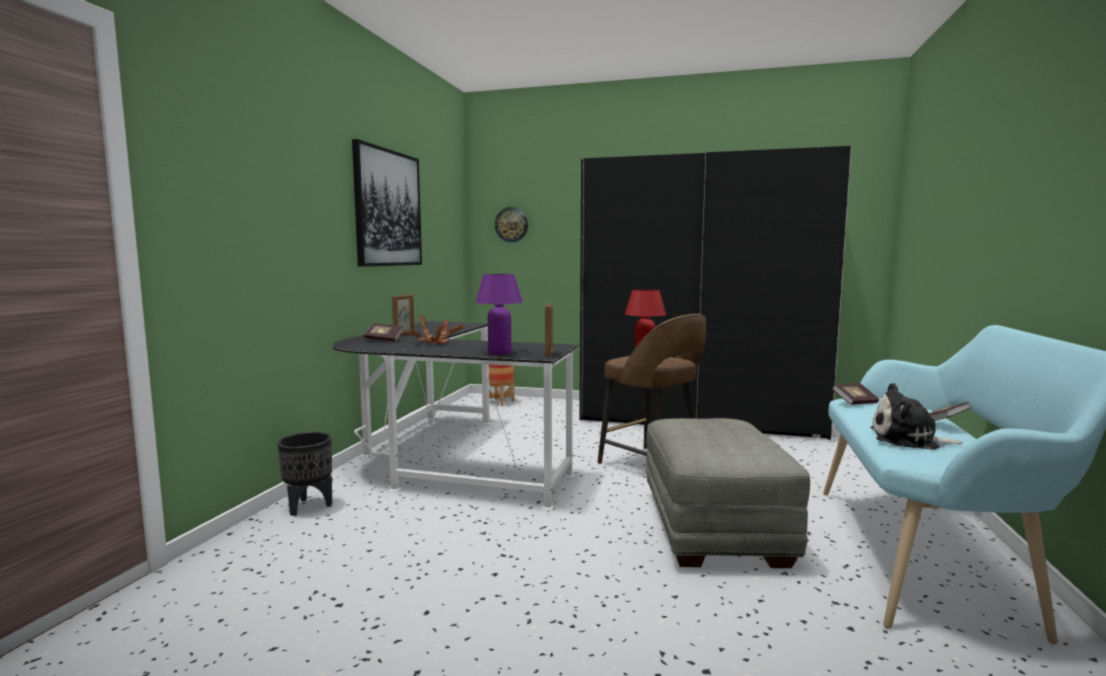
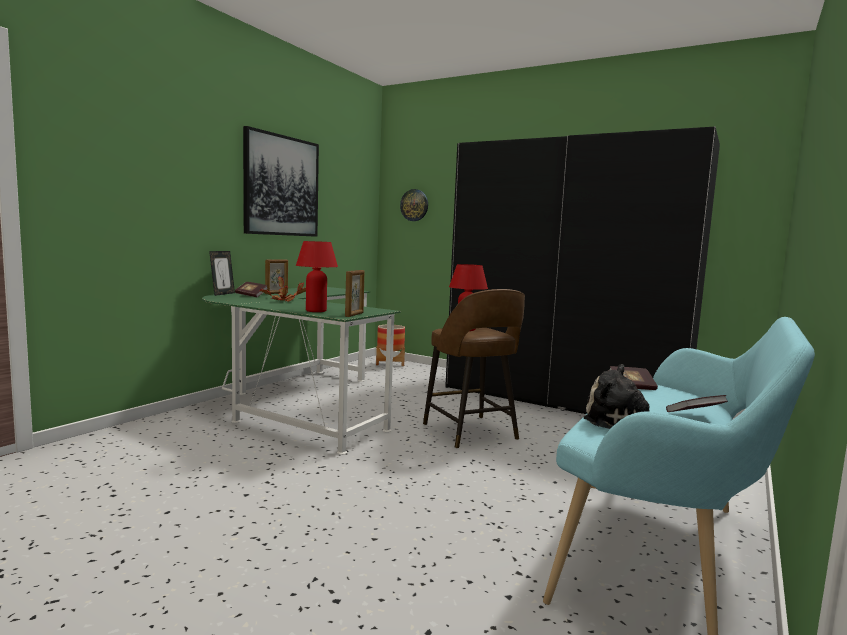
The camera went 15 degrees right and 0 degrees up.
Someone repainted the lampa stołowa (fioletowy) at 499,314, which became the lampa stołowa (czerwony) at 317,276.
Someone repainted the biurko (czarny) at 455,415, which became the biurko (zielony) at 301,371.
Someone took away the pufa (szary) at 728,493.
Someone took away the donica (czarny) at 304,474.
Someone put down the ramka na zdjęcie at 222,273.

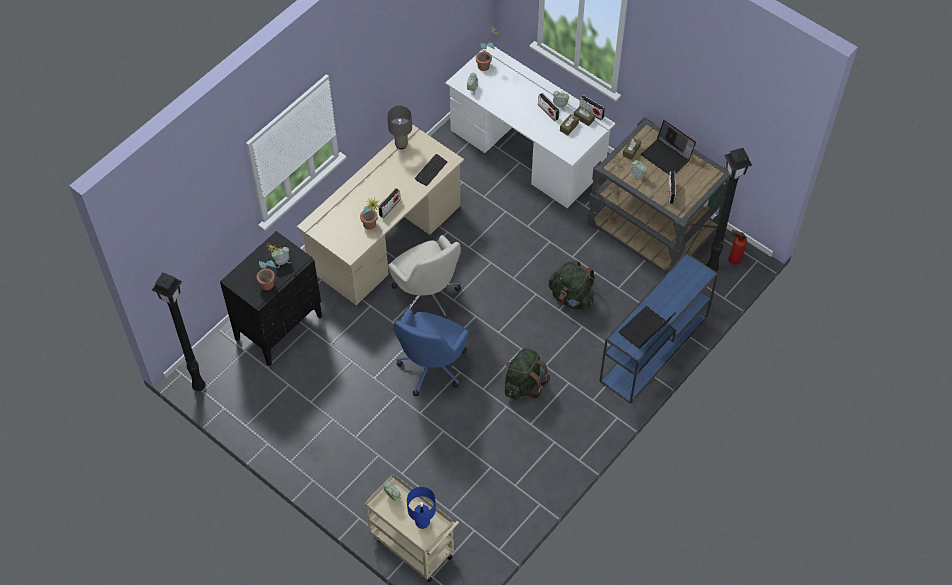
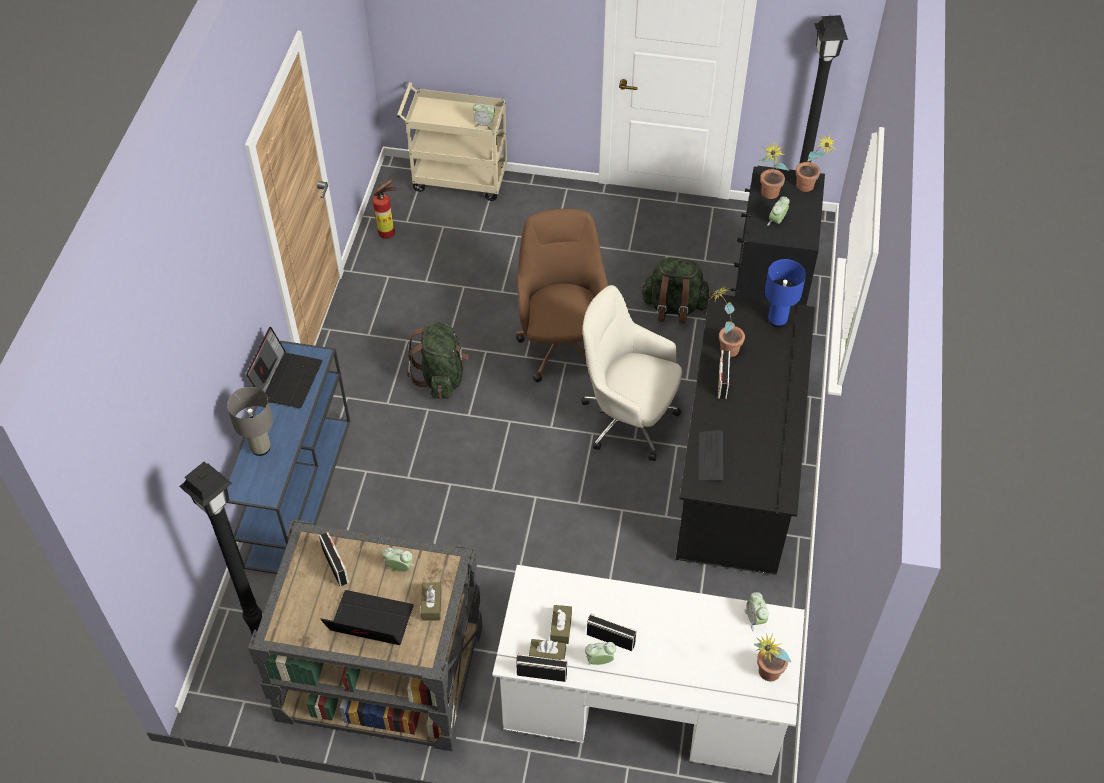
The camera went 150 degrees right and 5 degrees down.
Someone carried the lampa stołowa (szary) from 399,127 to 250,421.
Someone repainted the biurko (beżowy) at 380,214, which became the biurko (czarny) at 745,434.
Someone carried the gaśnica from 737,247 to 384,209.
Someone carried the plecak (zielony) from 572,285 to 675,291.
Someone repainted the krzesło biurowe (niebieski) at 431,352, which became the krzesło biurowe (brązowy) at 562,295.
Someone carried the lampa stołowa (niebieski) from 421,508 to 785,293.
Someone put down the roślina doniczkowa at 816,163.

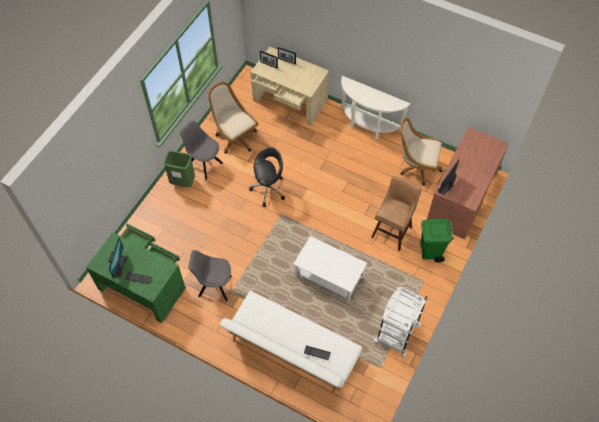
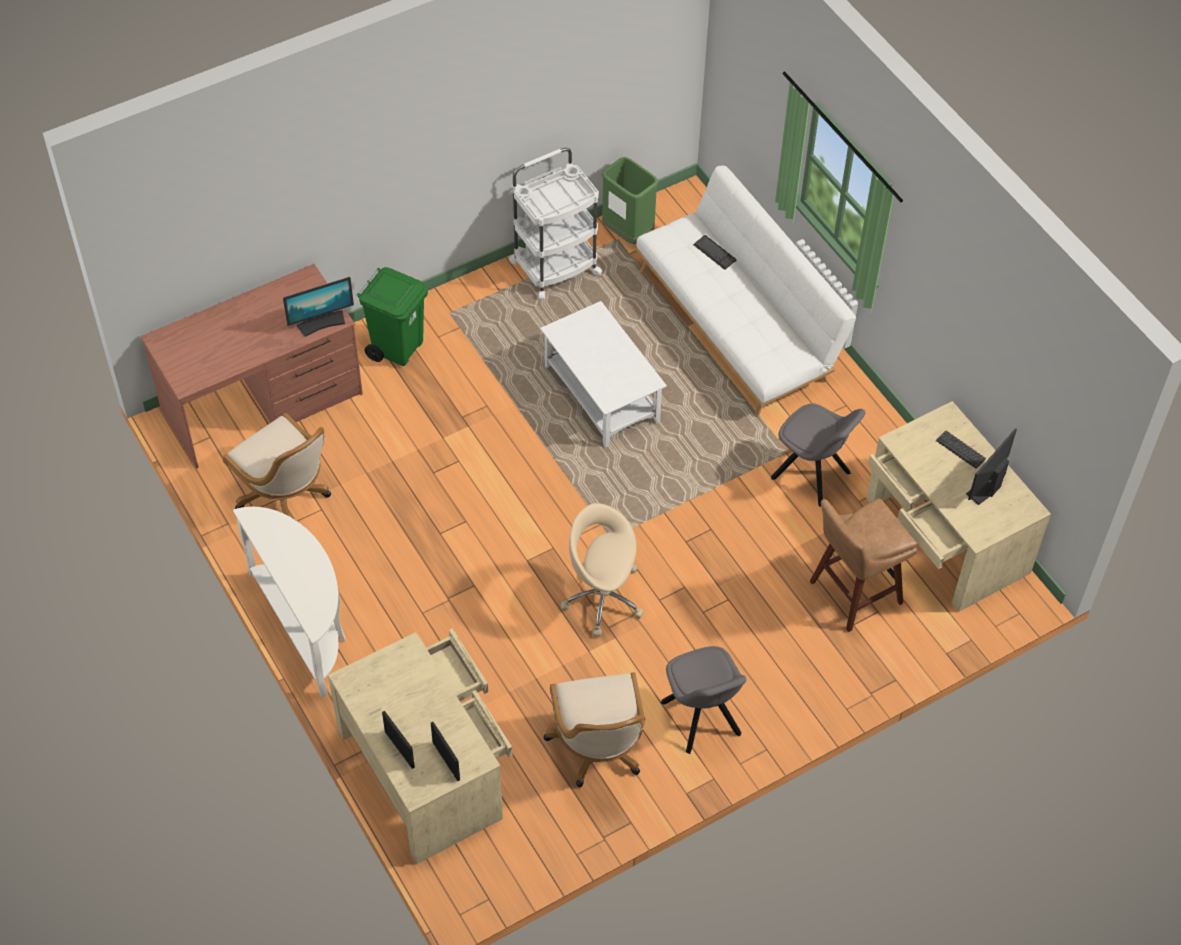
The camera went 150 degrees left and 5 degrees down.
Someone repainted the krzesło biurowe (czarny) at 267,177, which became the krzesło biurowe (beżowy) at 602,570.
Someone carried the kosz na śmieci (zielony) from 179,169 to 630,200.
Someone carried the stołek (brązowy) from 396,213 to 863,565.
Someone repainted the biurko (zielony) at 135,273, which became the biurko (beżowy) at 958,506.

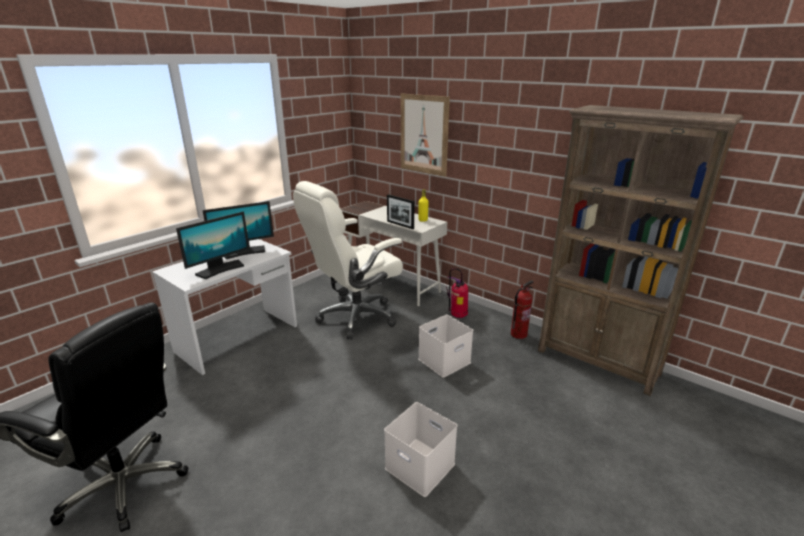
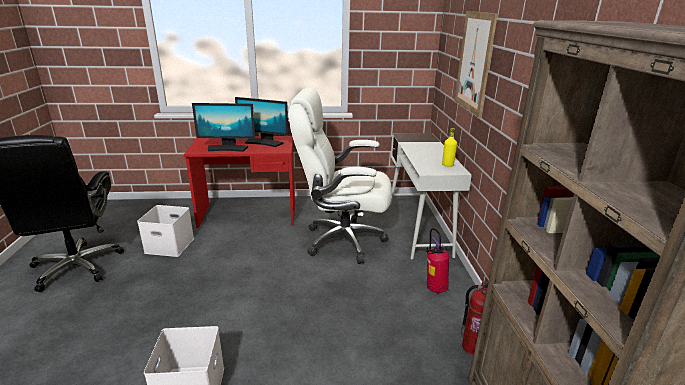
The camera went 45 degrees right and 0 degrees up.
Someone took away the ramka na zdjęcie at 400,211.
Someone repainted the biurko (biały) at 224,307, which became the biurko (czerwony) at 239,182.
Someone carried the pojemnik do przechowywania (biały) from 445,346 to 165,231.

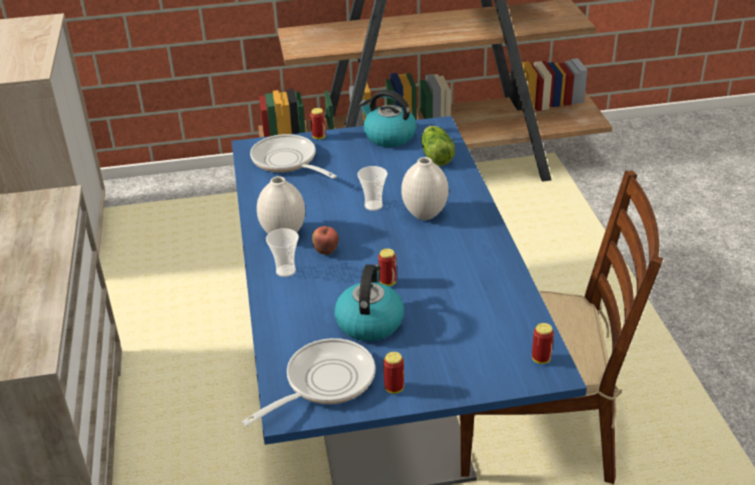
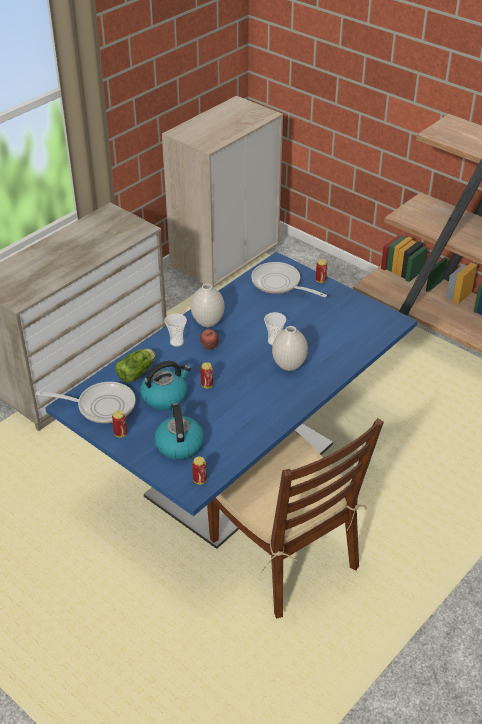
The camera went 50 degrees right and 5 degrees up.
Someone carried the czajnik from 388,118 to 179,431.
Someone carried the sałata from 438,146 to 135,365.
Someone rotated the patelnia at 293,156 by 60 degrees counterclockwise.

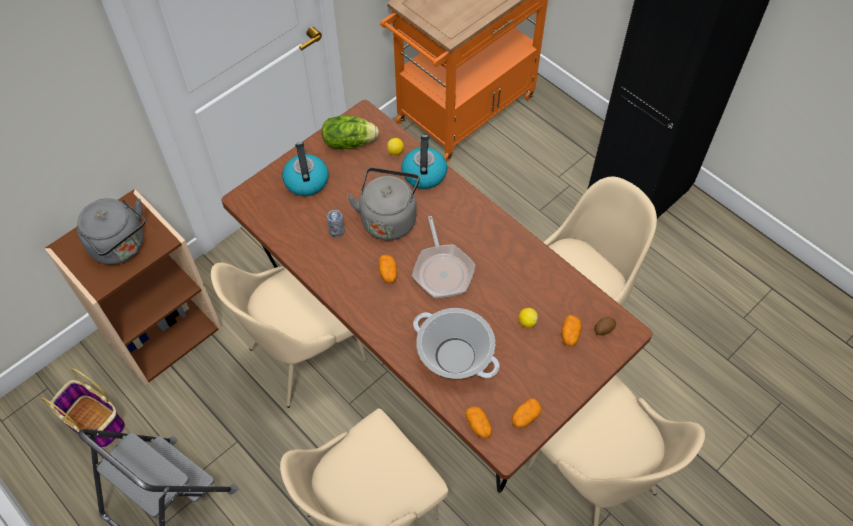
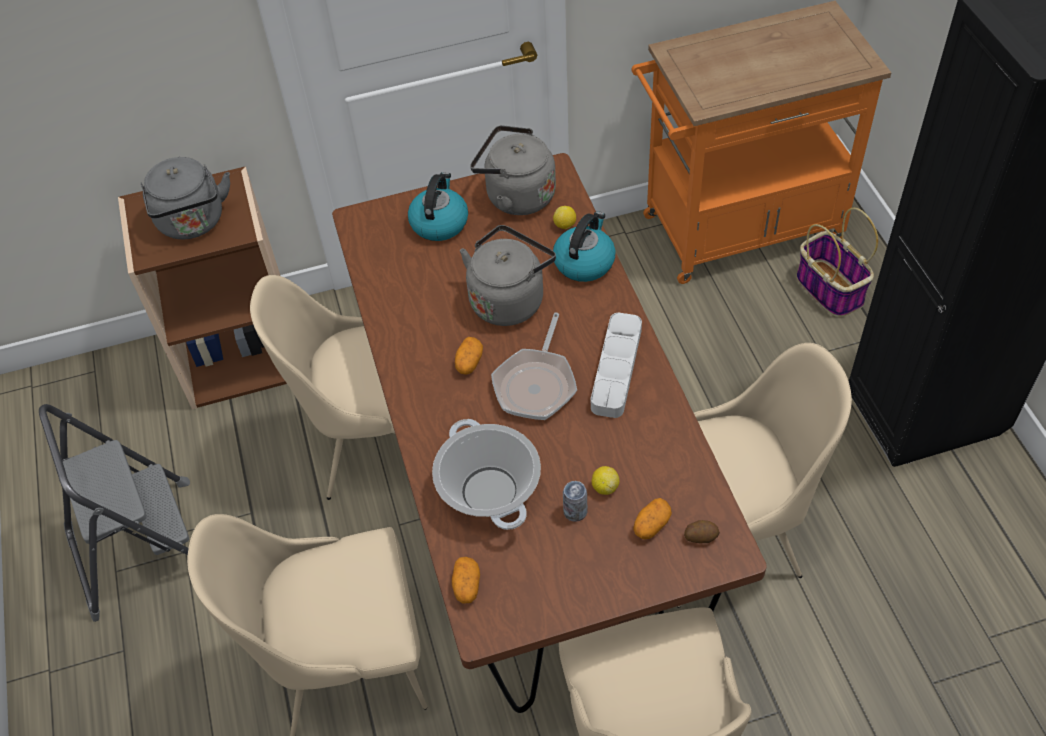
The camera went 30 degrees right and 5 degrees down.
Someone swapped the sałata at 350,132 for the czajnik (szary) at 513,170.
Someone carried the puszka from 336,223 to 575,501.
Someone carried the koszyk from 83,408 to 837,262.
Someone took away the ziemniak at 526,413.
Someone put down the taca (szary) at 616,365.

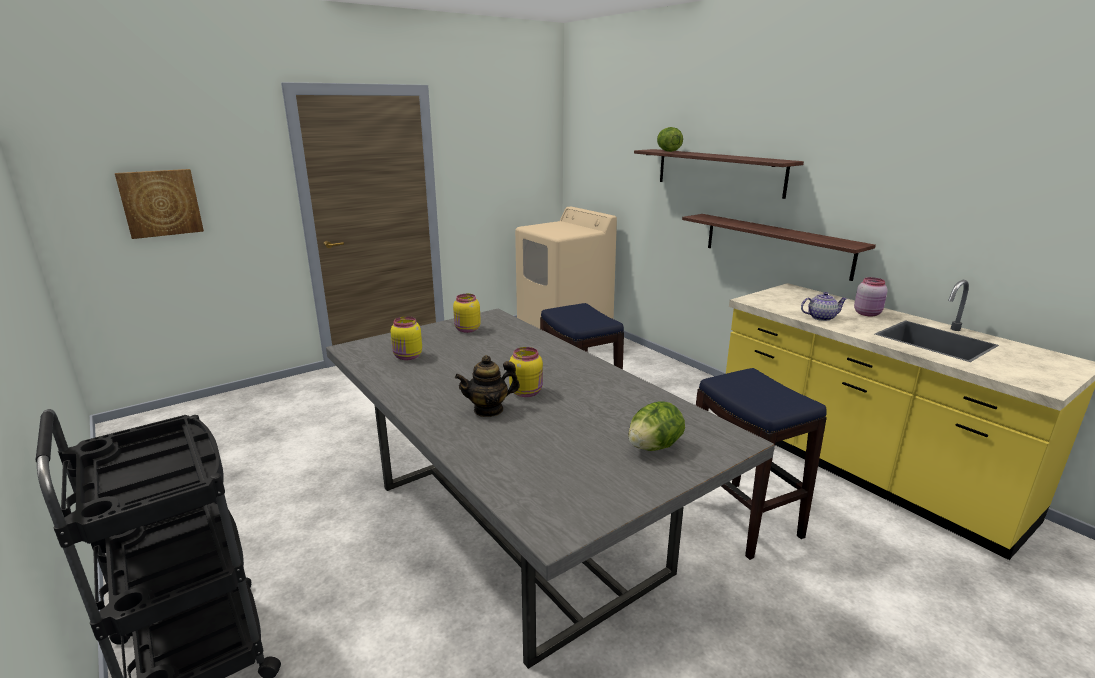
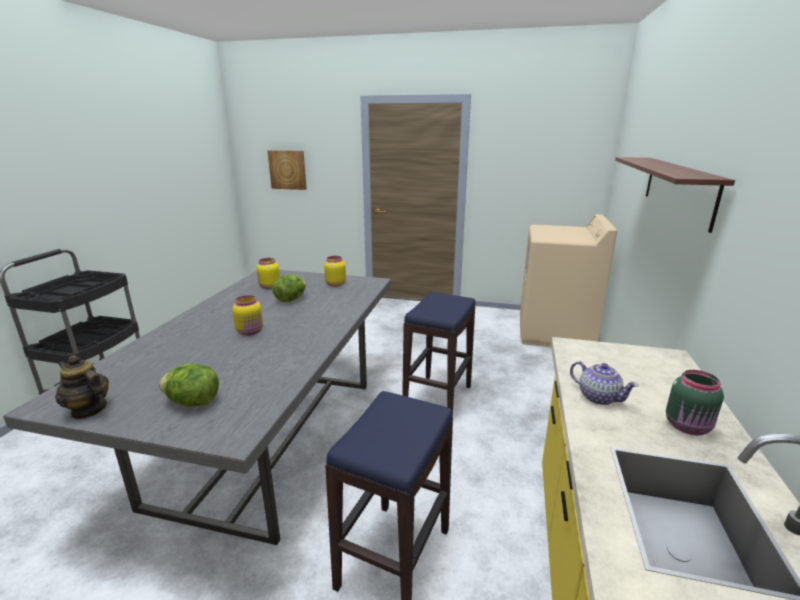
The camera went 50 degrees right and 0 degrees up.
Someone carried the sałata from 670,139 to 289,288.
Someone took away the półka at 779,247.
Someone repainted the słoik (różowy) at 871,297, which became the słoik (zielony) at 695,402.
Someone carried the imbryk from 487,386 to 82,387.

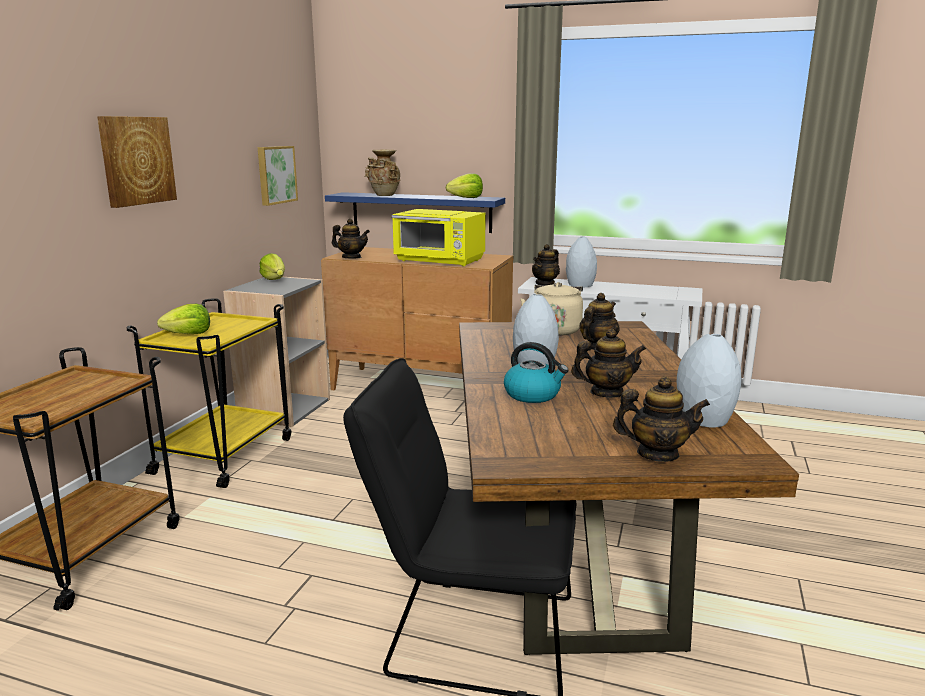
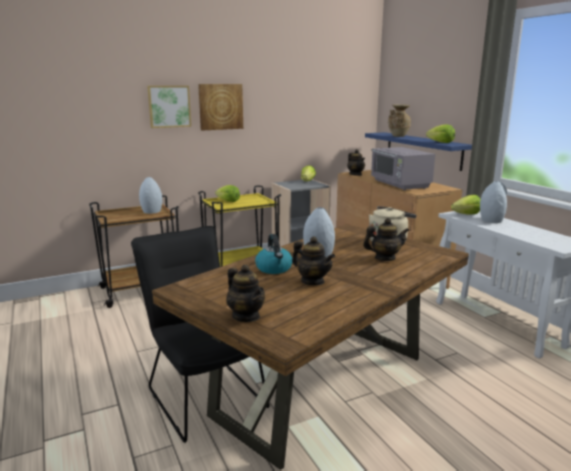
The camera went 45 degrees right and 0 degrees up.
Someone carried the obraz from 278,176 to 169,107.
Someone repainted the mikrofalówka (żółty) at 439,237, which became the mikrofalówka (szary) at 403,169.
Someone swapped the imbryk at 546,264 for the sałata at 466,205.
Someone carried the wazon (szary) from 709,381 to 150,195.

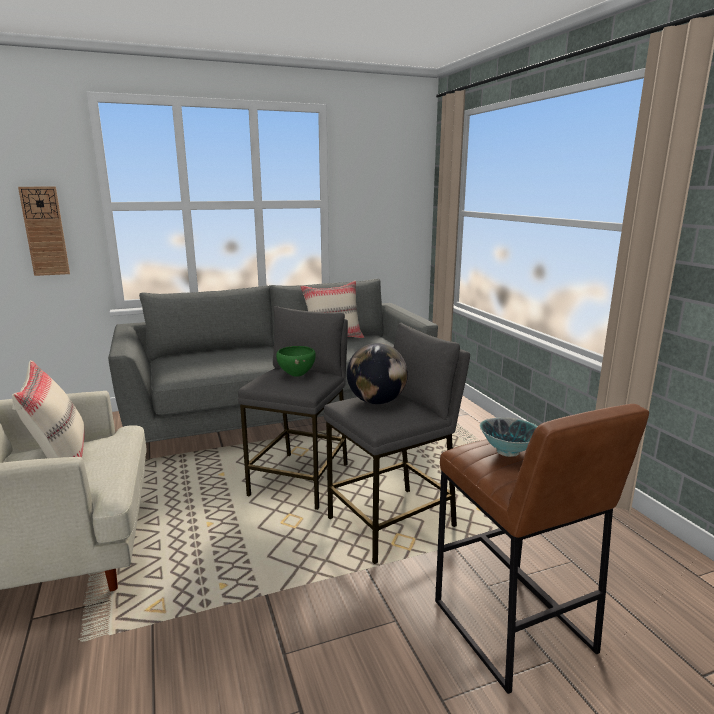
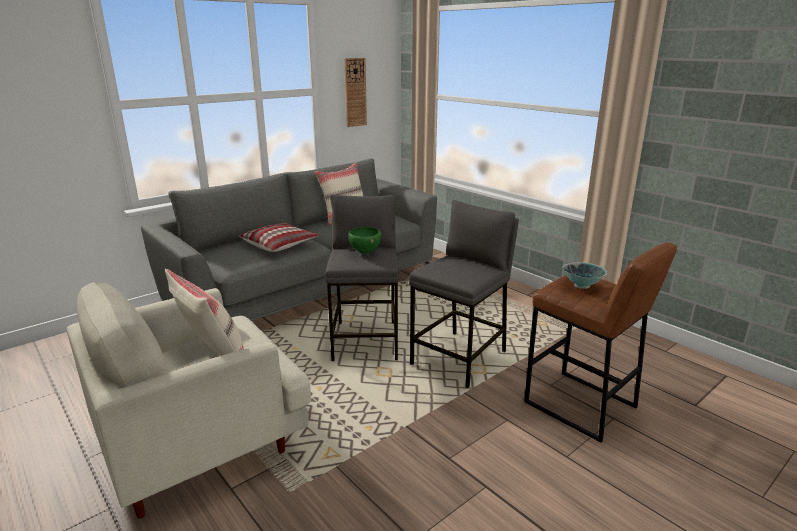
The camera went 20 degrees left and 5 degrees up.
Someone carried the zegar ścienny from 44,231 to 355,92.
Someone took away the globus at 377,373.
Someone put down the poduszka at 279,237.

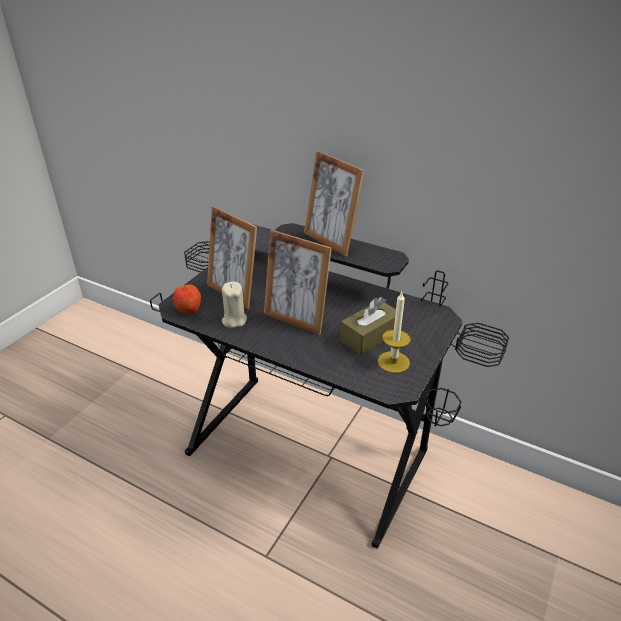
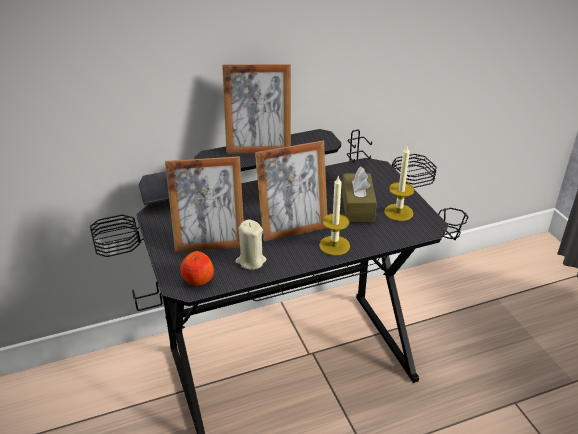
The camera went 50 degrees left and 0 degrees up.
Someone put down the świeca at 334,216.

